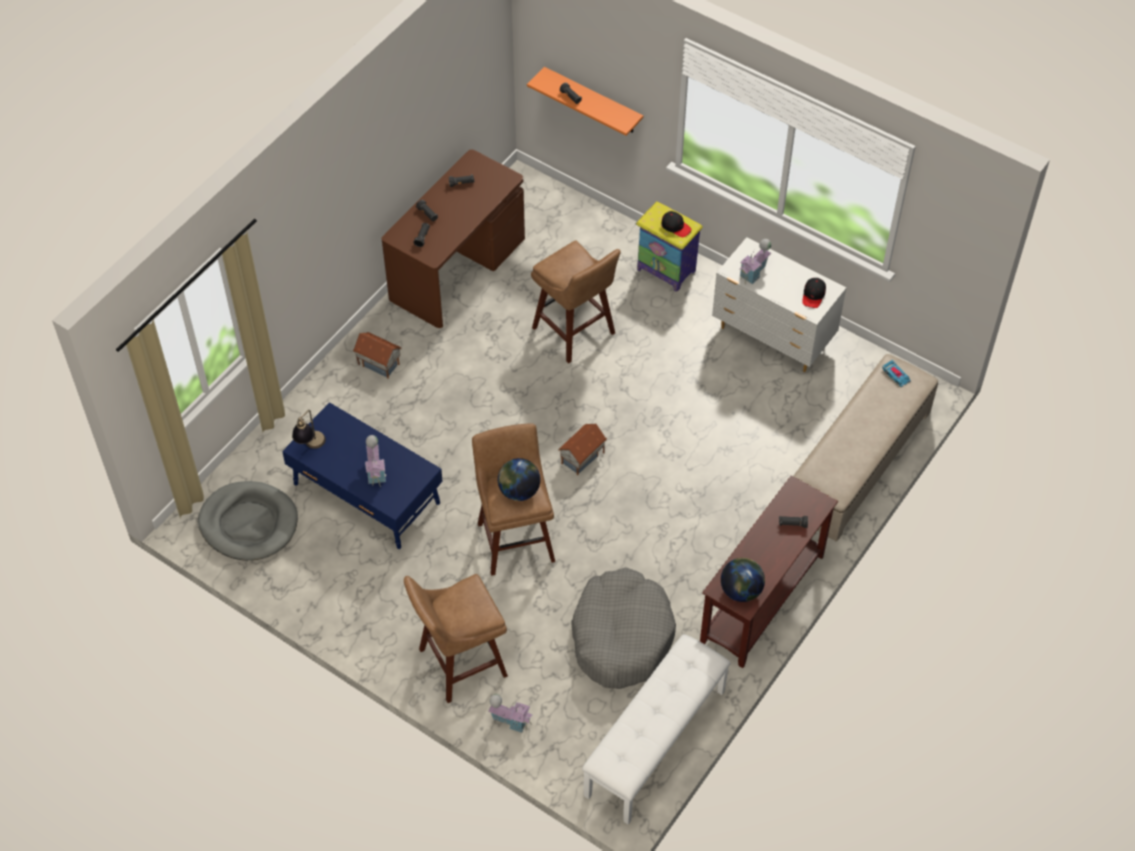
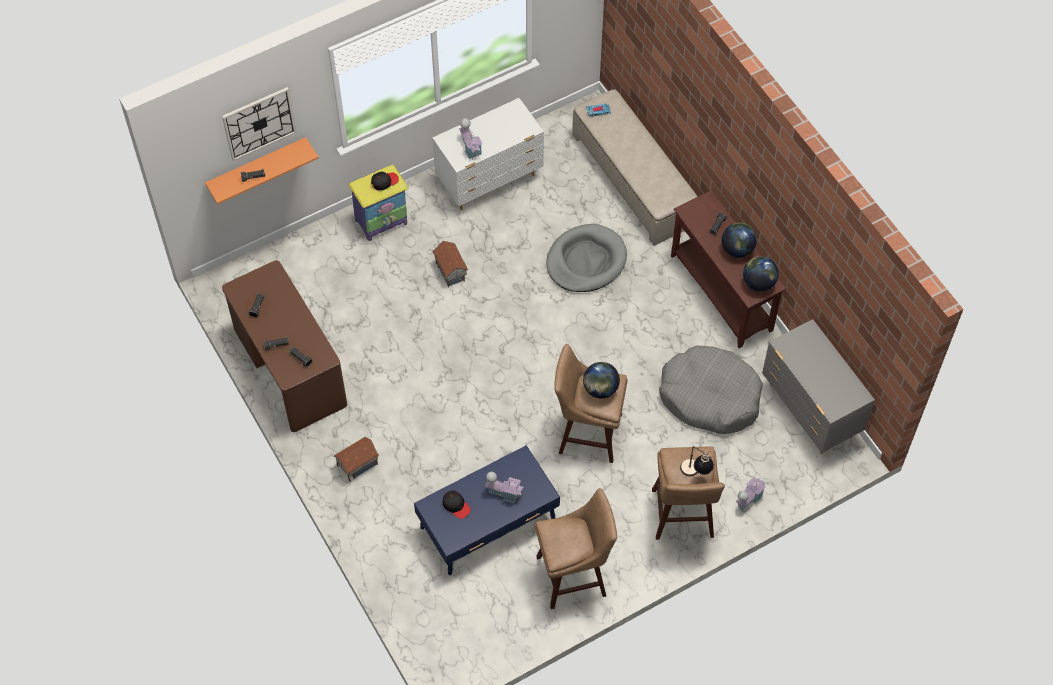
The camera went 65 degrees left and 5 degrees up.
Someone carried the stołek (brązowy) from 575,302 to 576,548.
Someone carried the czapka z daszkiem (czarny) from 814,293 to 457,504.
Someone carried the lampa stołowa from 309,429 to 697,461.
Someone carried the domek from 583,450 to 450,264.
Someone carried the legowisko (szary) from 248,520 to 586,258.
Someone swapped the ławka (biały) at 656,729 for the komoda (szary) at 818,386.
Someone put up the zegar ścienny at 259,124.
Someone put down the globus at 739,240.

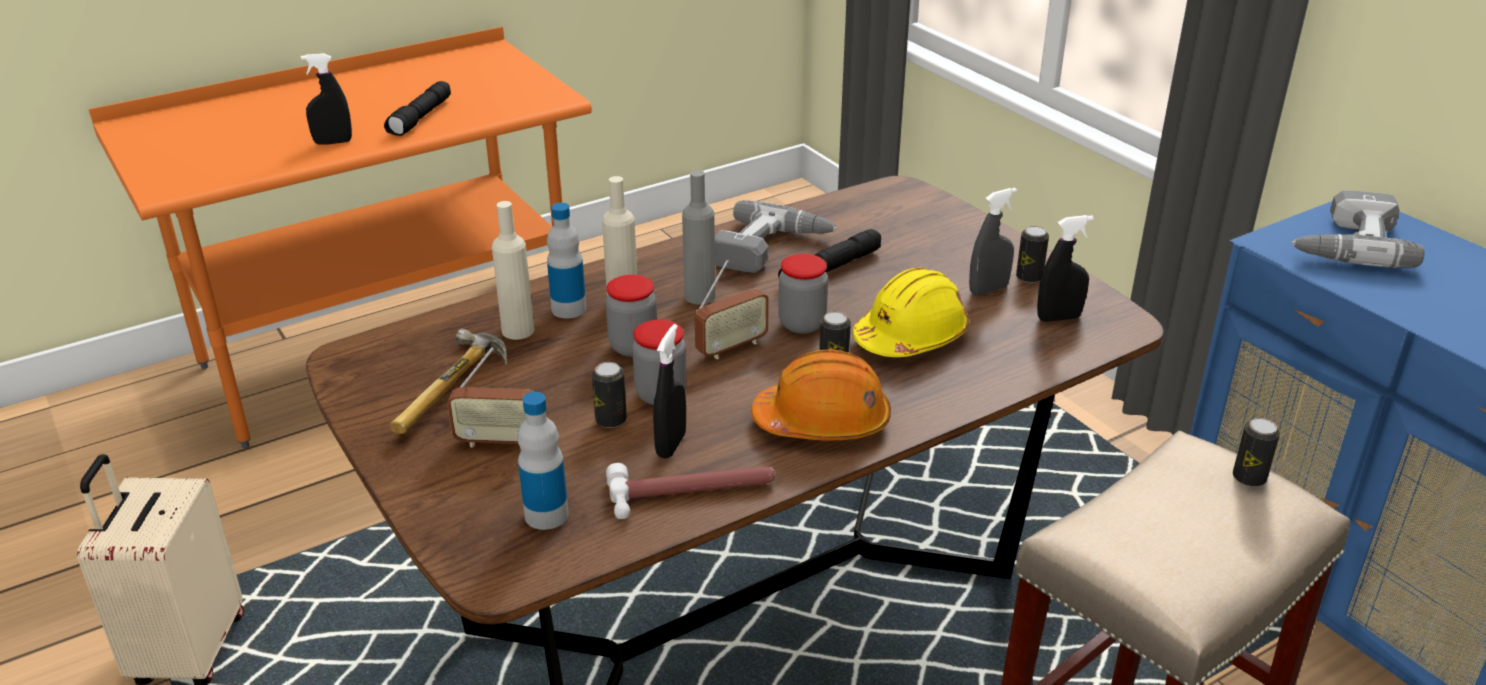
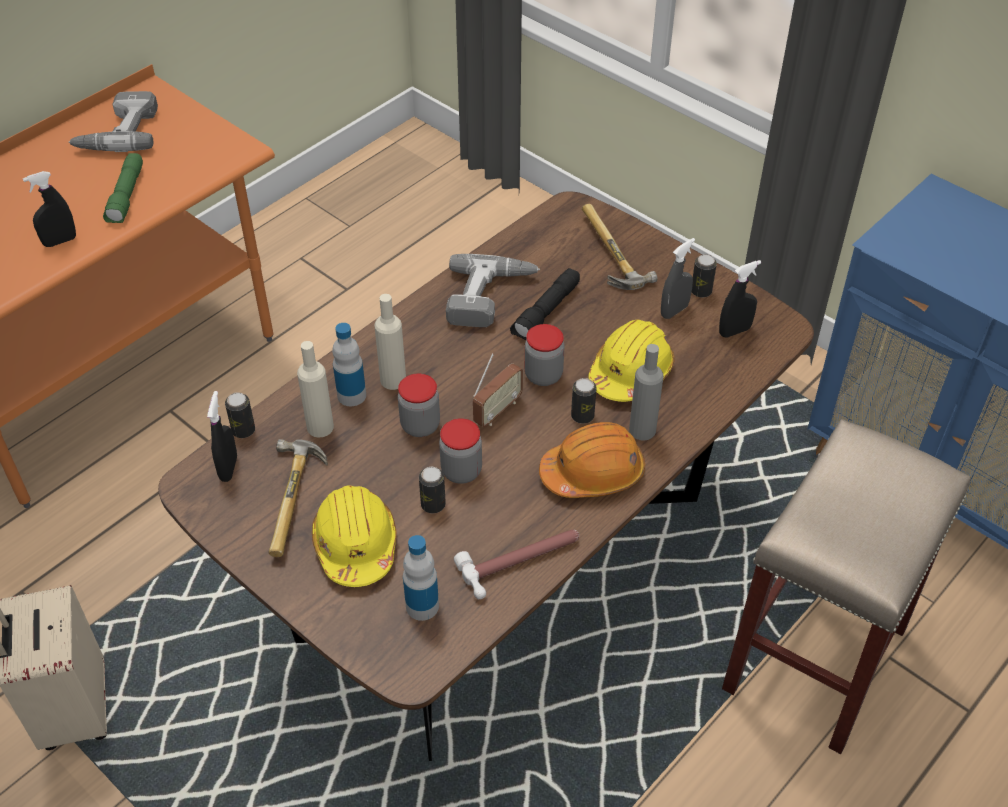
The camera went 15 degrees left and 15 degrees up.
Someone repainted the latarka (czarny) at 417,108, which became the latarka (zielony) at 123,188.
Someone carried the butelka (szary) from 698,237 to 646,392.
Someone carried the wiertarka from 1357,229 to 113,121.
Someone carried the spryskiwacz (czarny) from 669,391 to 222,436.
Someone swapped the radio at 490,398 for the kask (żółty) at 354,536.
Someone carried the puszka from 1256,452 to 240,415.
Someone put down the młotek at 620,247.

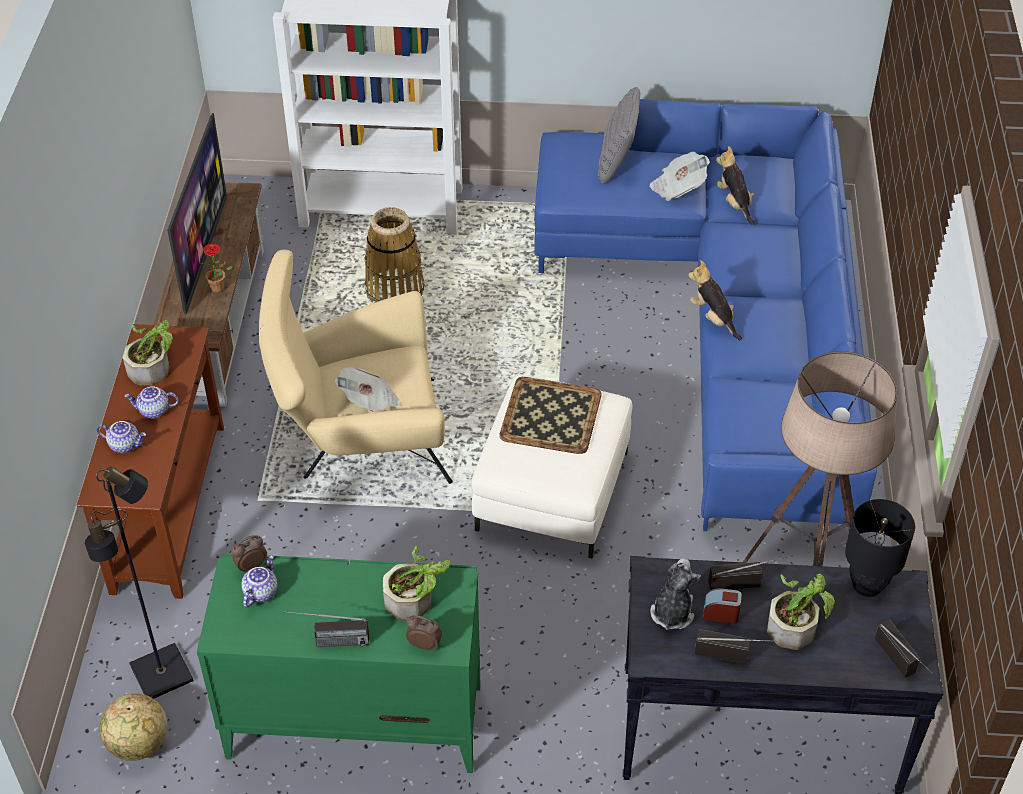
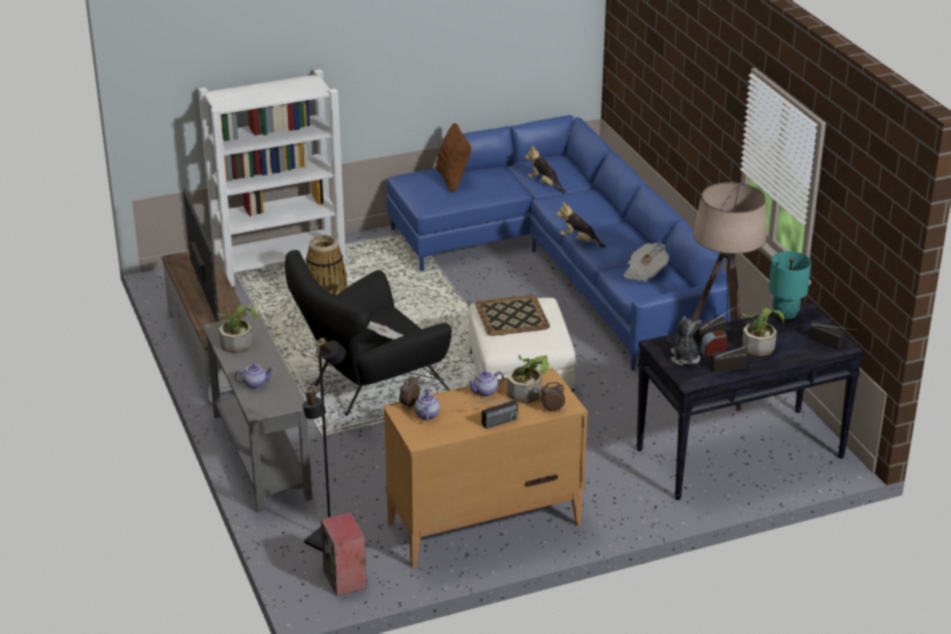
The camera went 25 degrees left and 15 degrees down.
Someone repainted the poduszka (szary) at 618,135, which became the poduszka (brązowy) at 453,157.
Someone carried the gazeta from 680,176 to 646,262.
Someone took away the roślina doniczkowa at 217,268.
Someone repainted the fotel (beżowy) at 356,367, which became the fotel (czarny) at 368,333.
Someone repainted the stolik konsolowy (brązowy) at 150,461, which became the stolik konsolowy (szary) at 257,413.
Someone carried the imbryk from 151,402 to 485,384.
Someone repainted the lampa stołowa (czarny) at 880,548, which became the lampa stołowa (turkusowy) at 790,287.
Someone repainted the szafka (zielony) at 339,663, which became the szafka (brązowy) at 486,468.
Someone swapped the globus at 133,727 for the głośnik at 344,554.

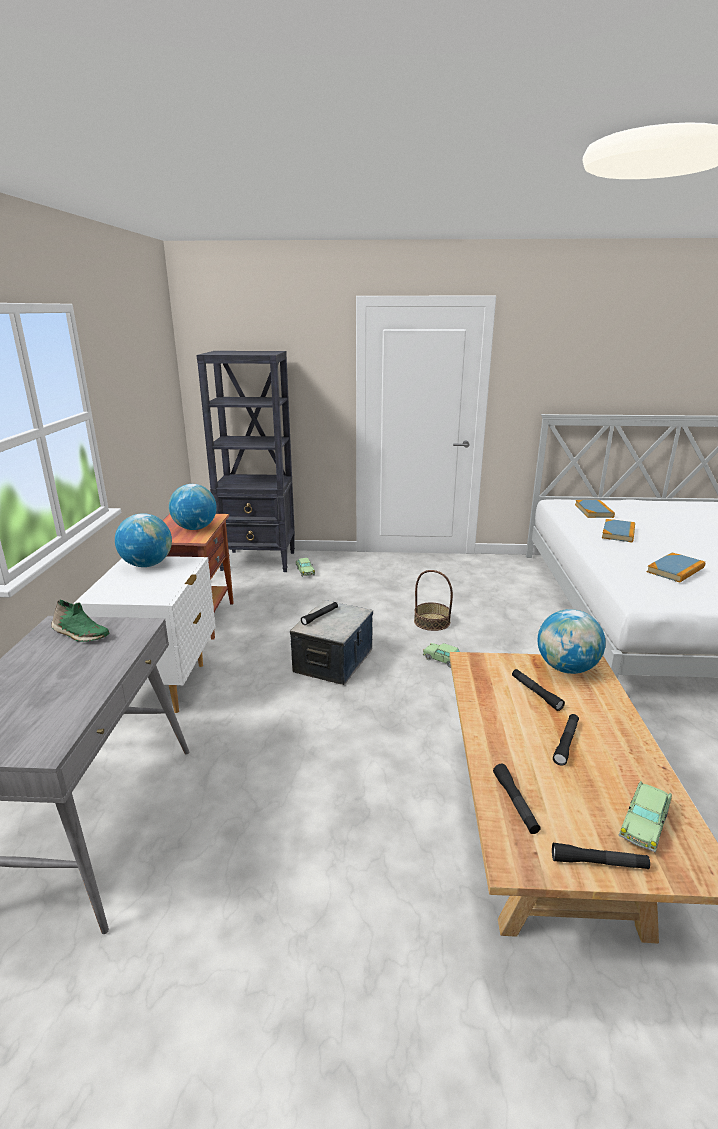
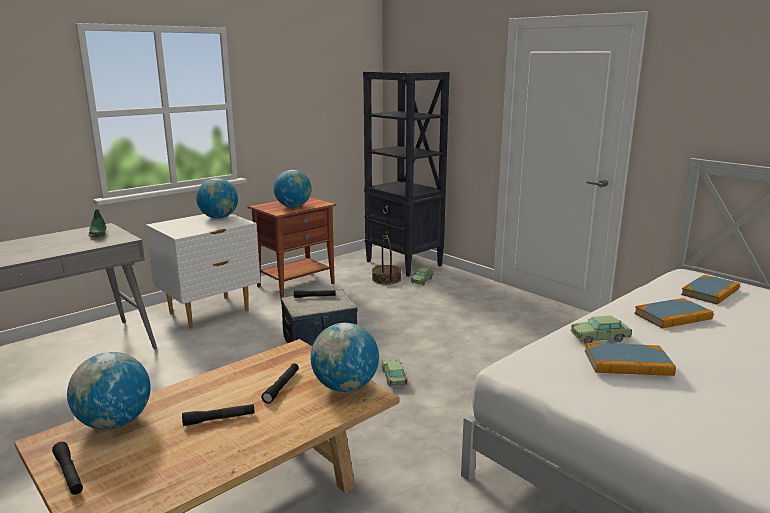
The camera went 45 degrees right and 5 degrees down.
Someone carried the koszyk from 433,600 to 386,260.
Someone swapped the latarka (czarny) at 517,799 for the globus at 109,391.
Someone carried the samochodzik from 645,817 to 601,330.

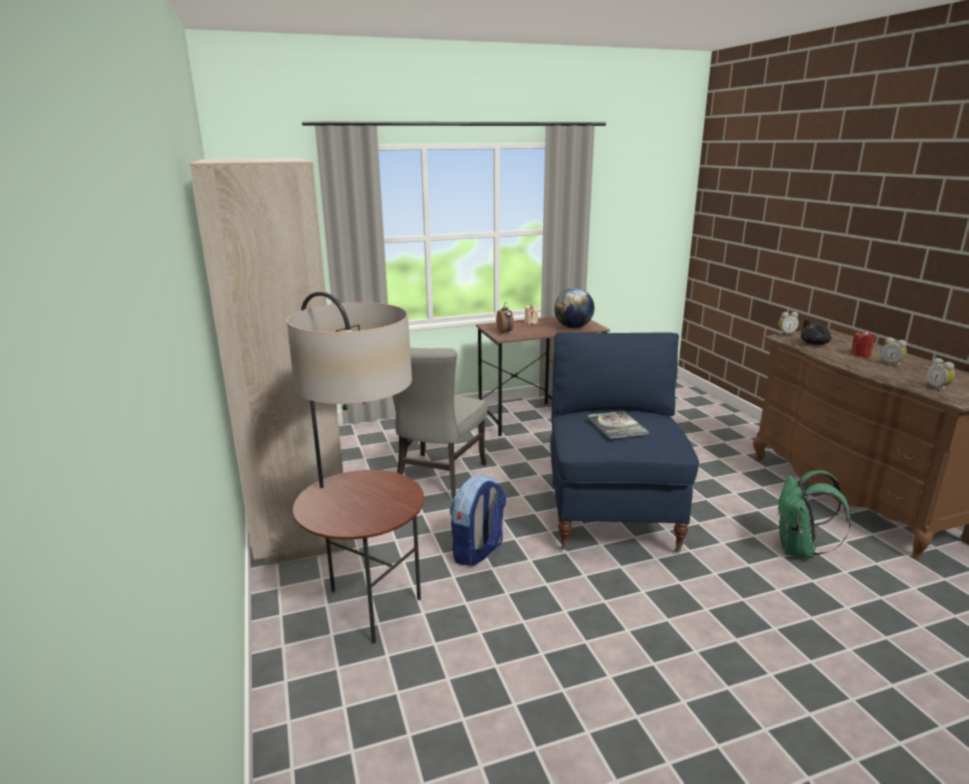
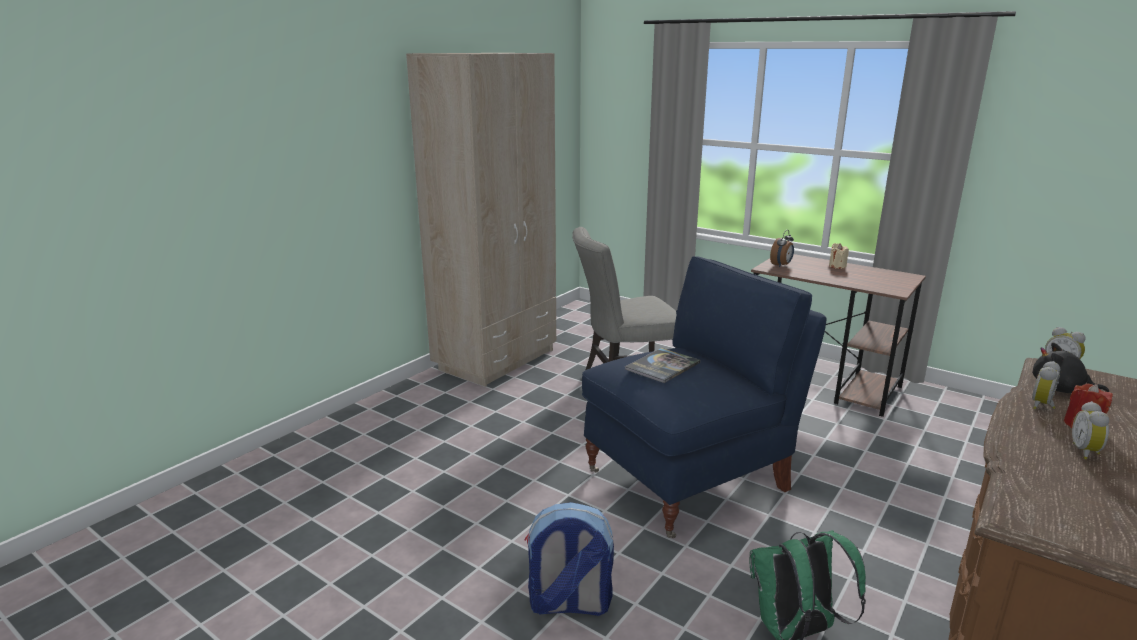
The camera went 55 degrees right and 0 degrees up.
Someone took away the globus at 574,308.
Someone took away the lampa stojąca at 355,467.
Someone carried the budzik from 940,375 to 1046,385.
Someone carried the plecak from 478,520 to 569,559.

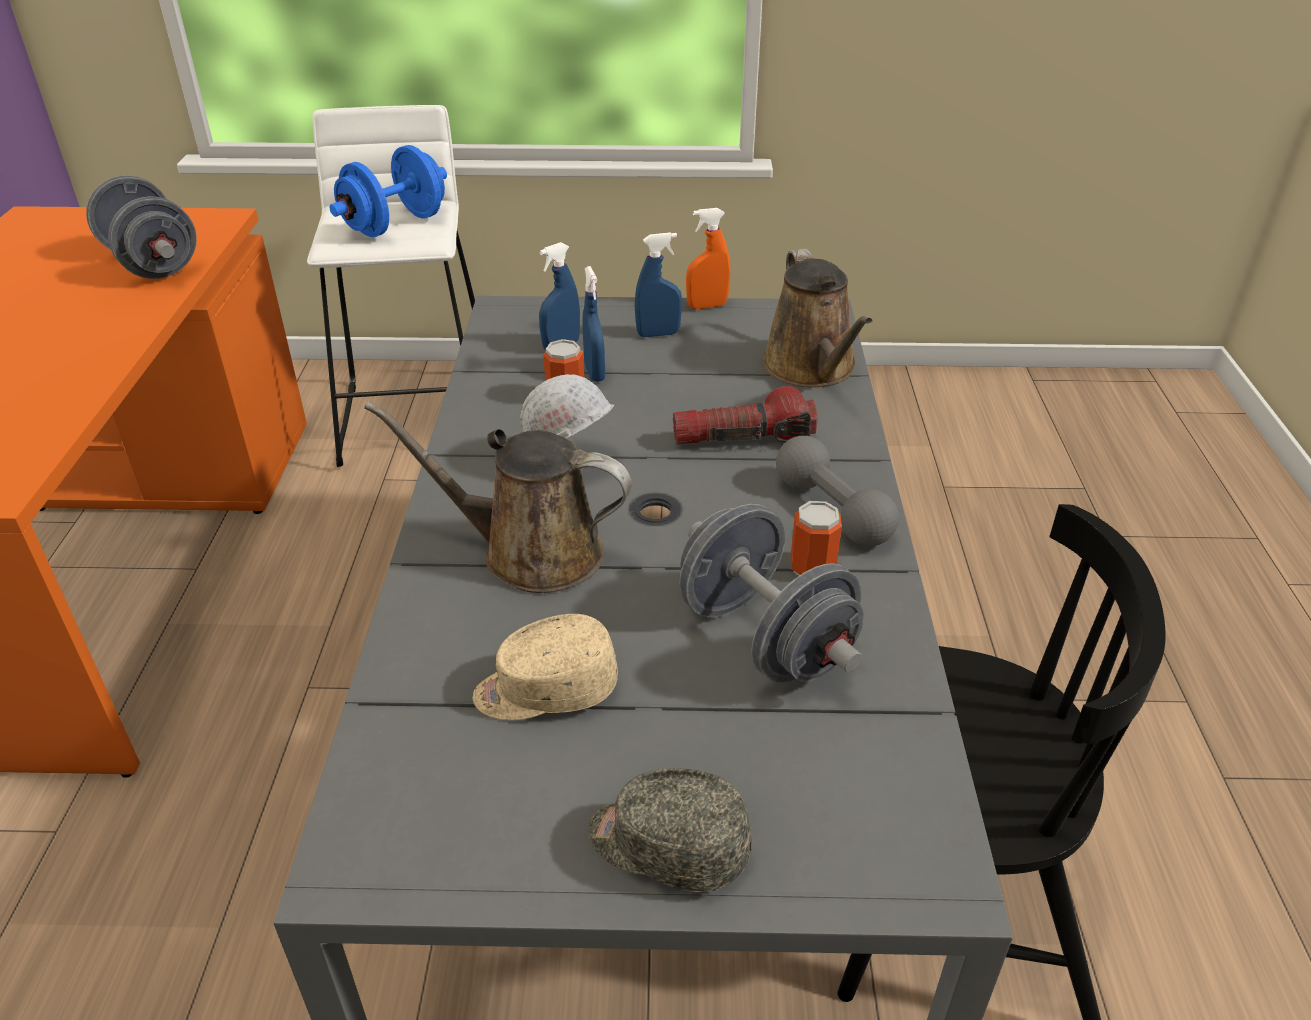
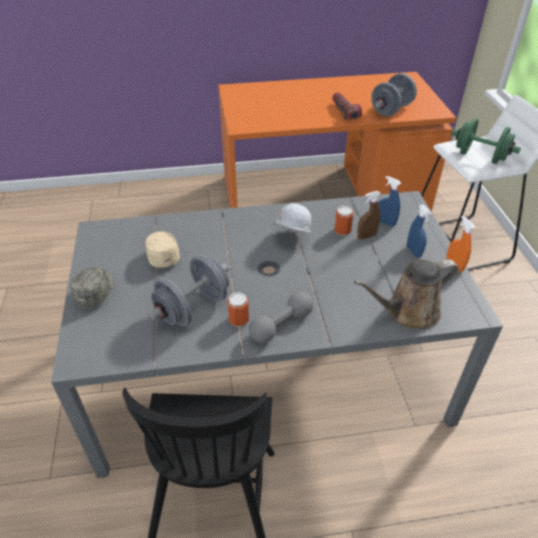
The camera went 80 degrees right and 5 degrees up.
Someone repainted the hantel (niebieski) at 388,191, which became the hantel (zielony) at 486,141.
Someone repainted the spryskiwacz (niebieski) at 594,324, which became the spryskiwacz (brązowy) at 369,215.
Someone carried the latarka from 745,415 to 347,106.
Someone took away the konewka (brązowy) at 498,497.

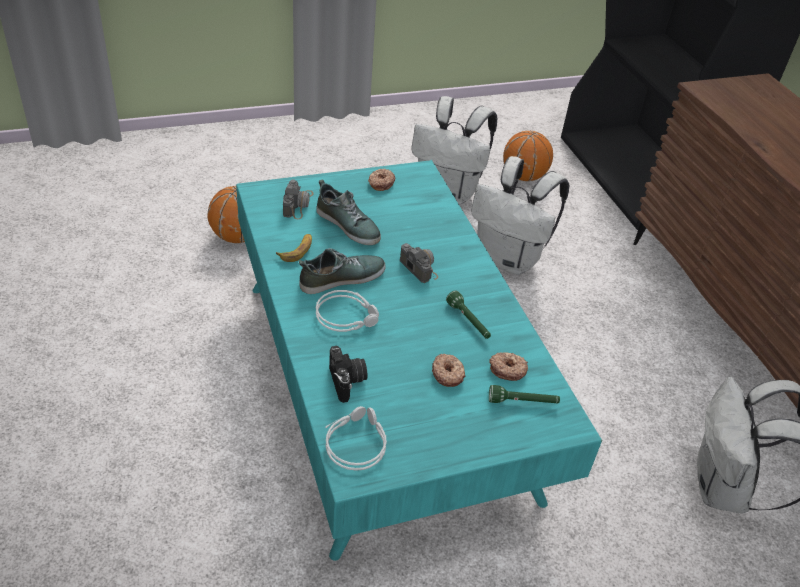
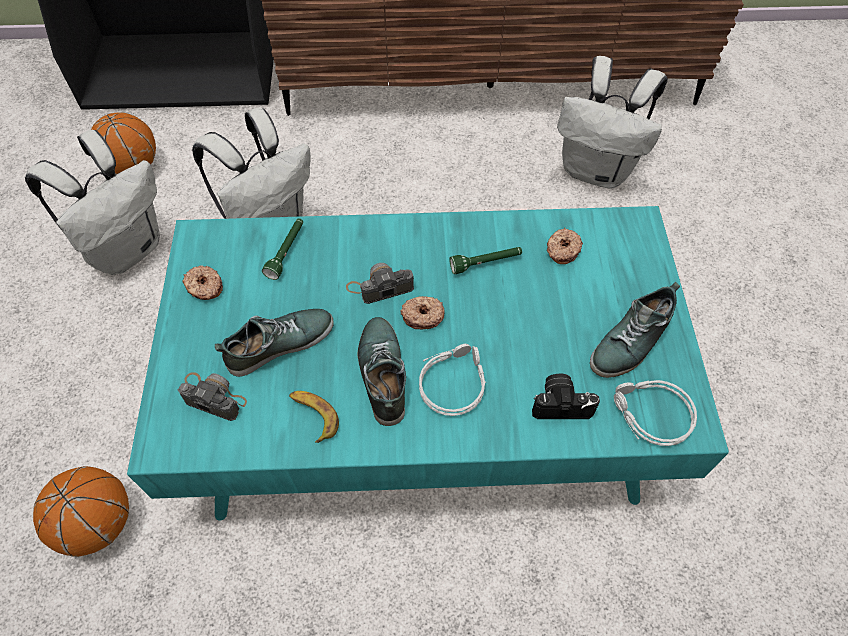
The camera went 70 degrees left and 15 degrees up.
Someone carried the donut from 448,370 to 422,312.
Someone carried the latarka (zielony) from 524,394 to 282,249.
Someone put down the but at 635,330.

